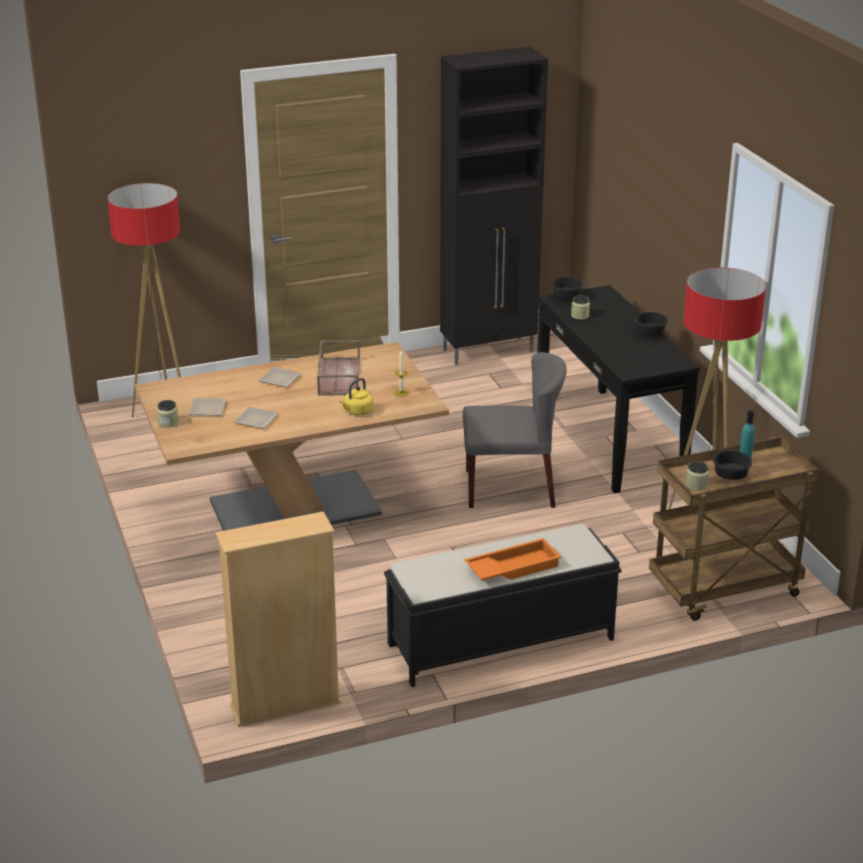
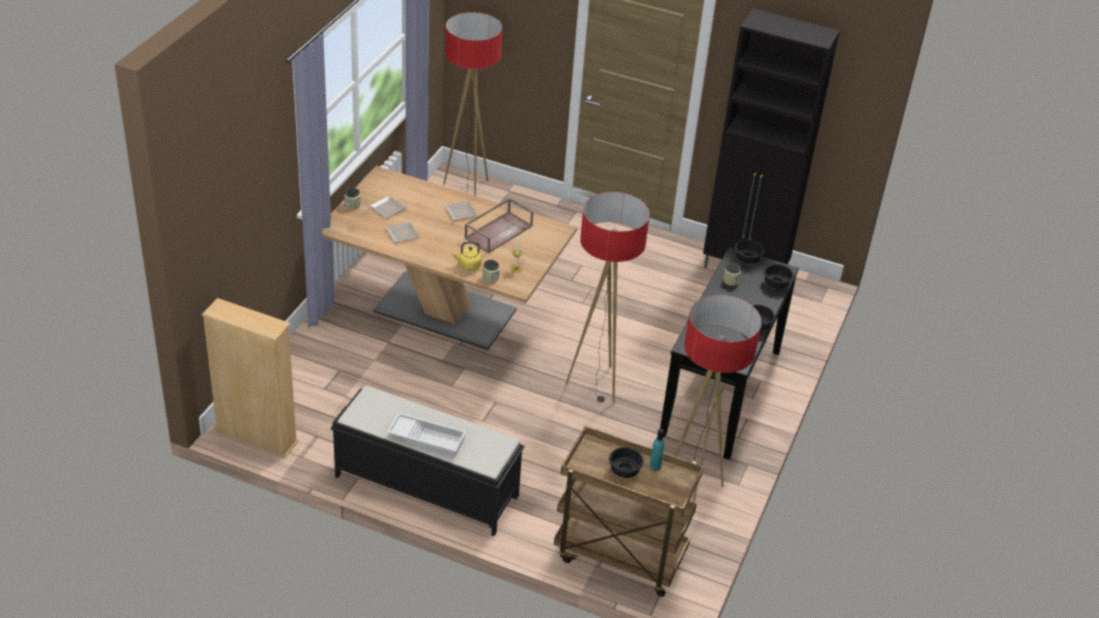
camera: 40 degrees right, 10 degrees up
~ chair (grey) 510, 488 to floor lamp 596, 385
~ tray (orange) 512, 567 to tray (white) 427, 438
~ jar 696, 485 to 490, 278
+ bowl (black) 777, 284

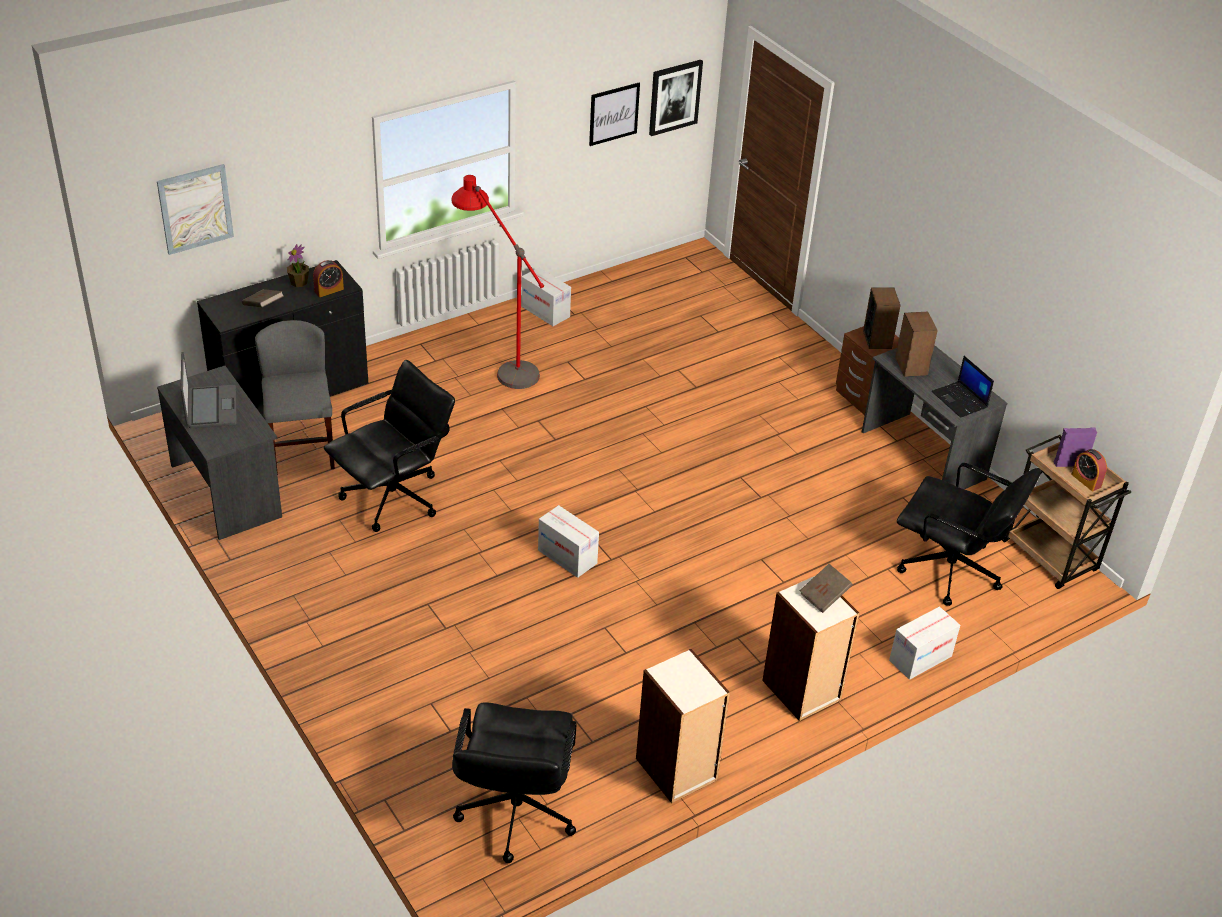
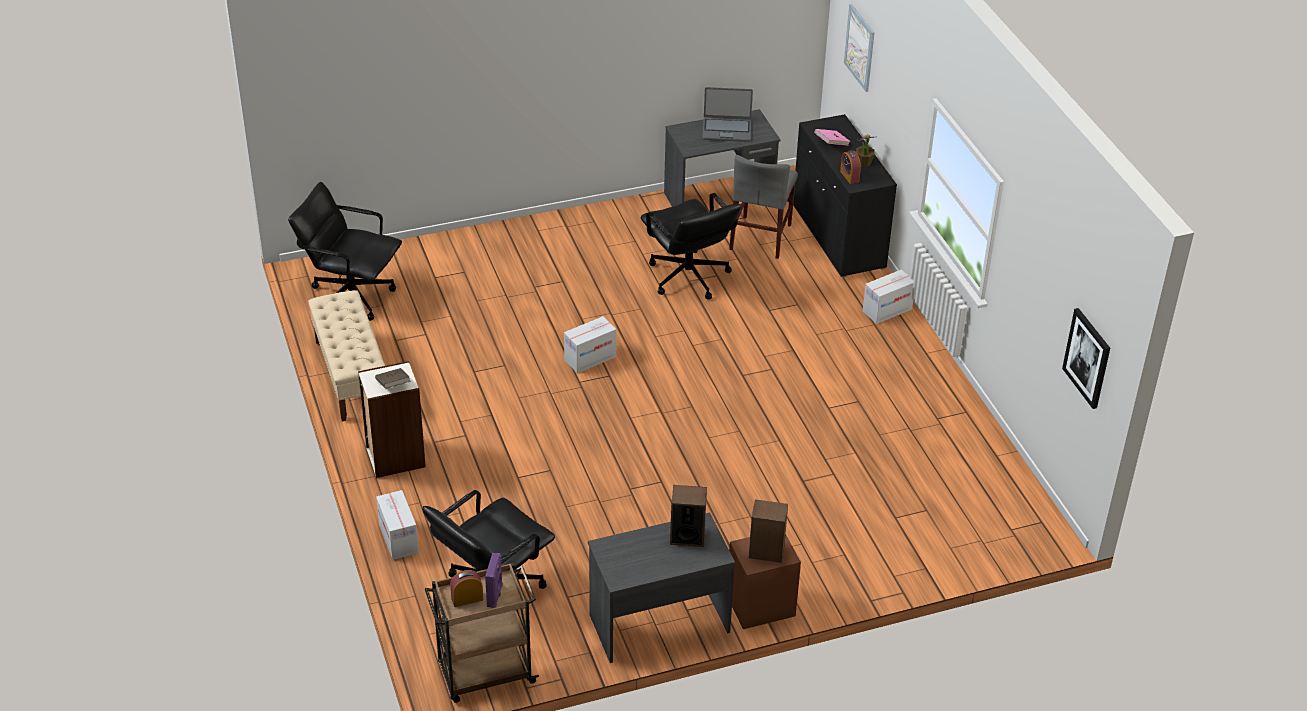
camera: 105 degrees right, 0 degrees up
~ book (brown) 263, 306 to book (pink) 831, 143
~ chair (grey) 301, 449 = 760, 237 105 degrees clockwise
- floor lamp (red) 499, 361
~ cardboard box 545, 311 to 887, 310
- picture 614, 114
~ bookcase 676, 770 to bench (beige) 351, 375
- laptop 960, 400

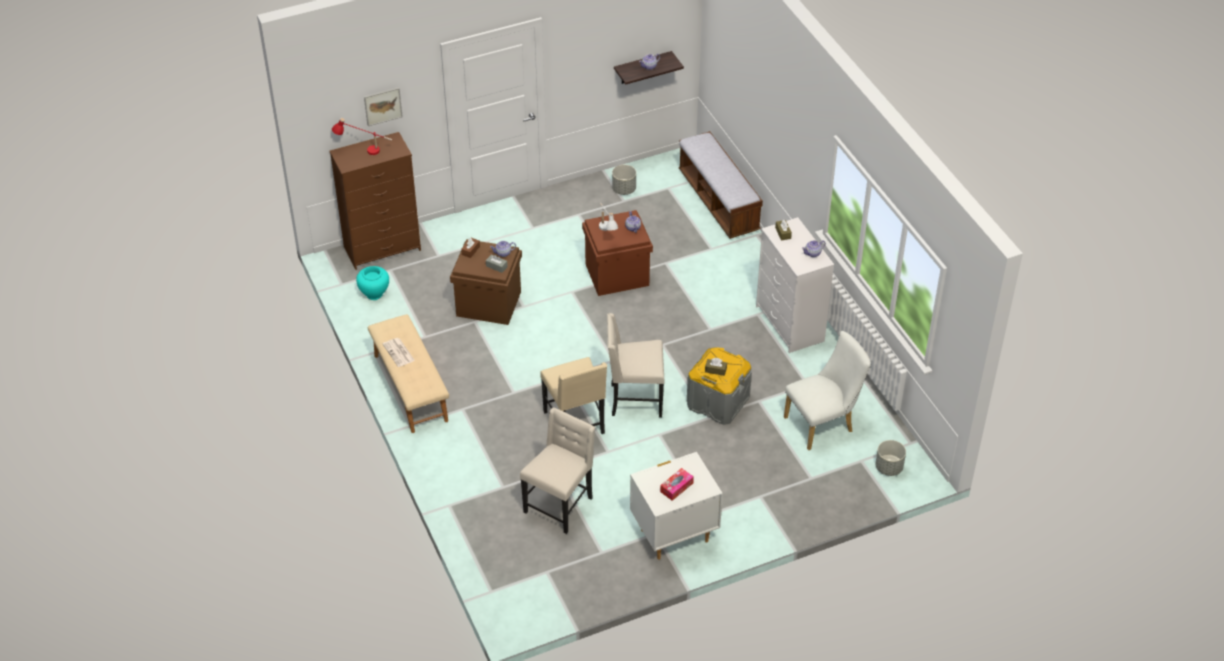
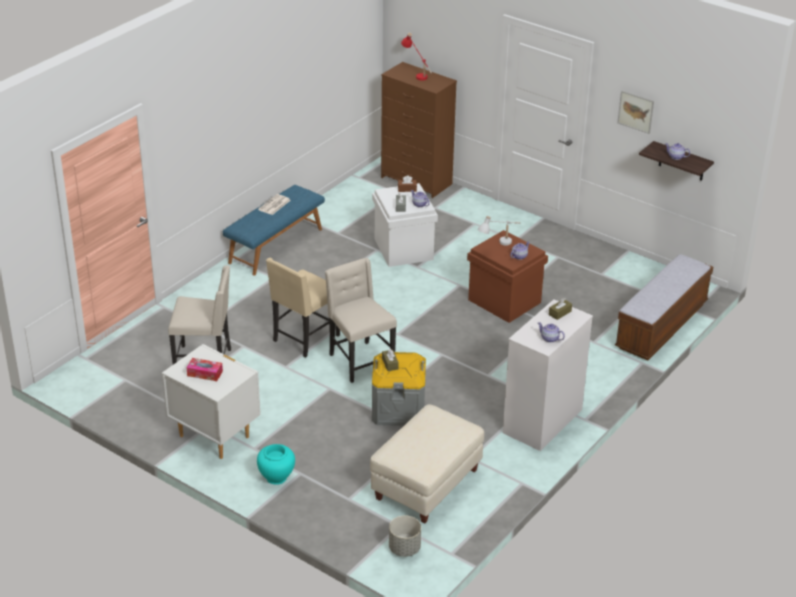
camera: 60 degrees right, 10 degrees down
~ vase (turquoise) 374, 294 to 276, 478
~ picture 383, 106 to 636, 111
~ bench (beige) 410, 388 to bench (blue) 275, 245
~ storage box (brown) 488, 304 to storage box (white) 403, 249
- planter (grey) 624, 189
~ chair (white) 823, 423 to ottoman (beige) 427, 485

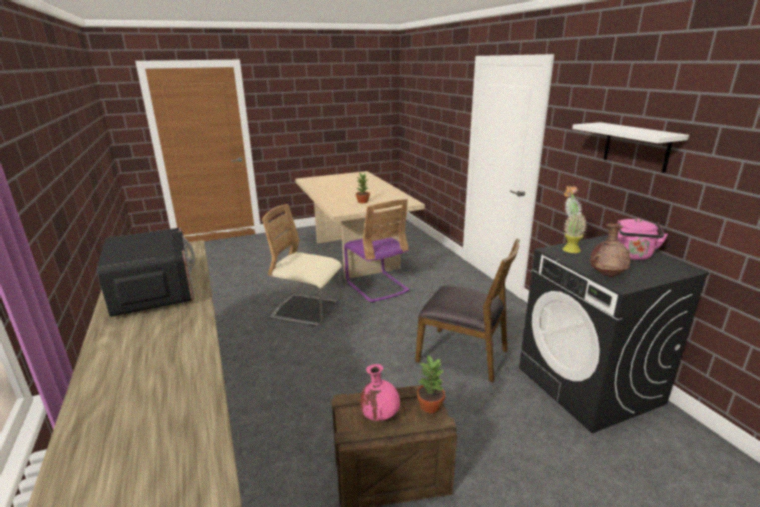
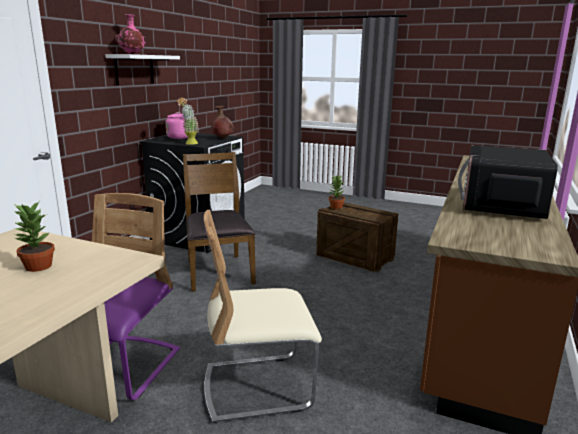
camera: 135 degrees left, 5 degrees down
~ chair (beige) 307, 310 = 258, 387 105 degrees clockwise
~ vase (pink) 380, 415 to 132, 54

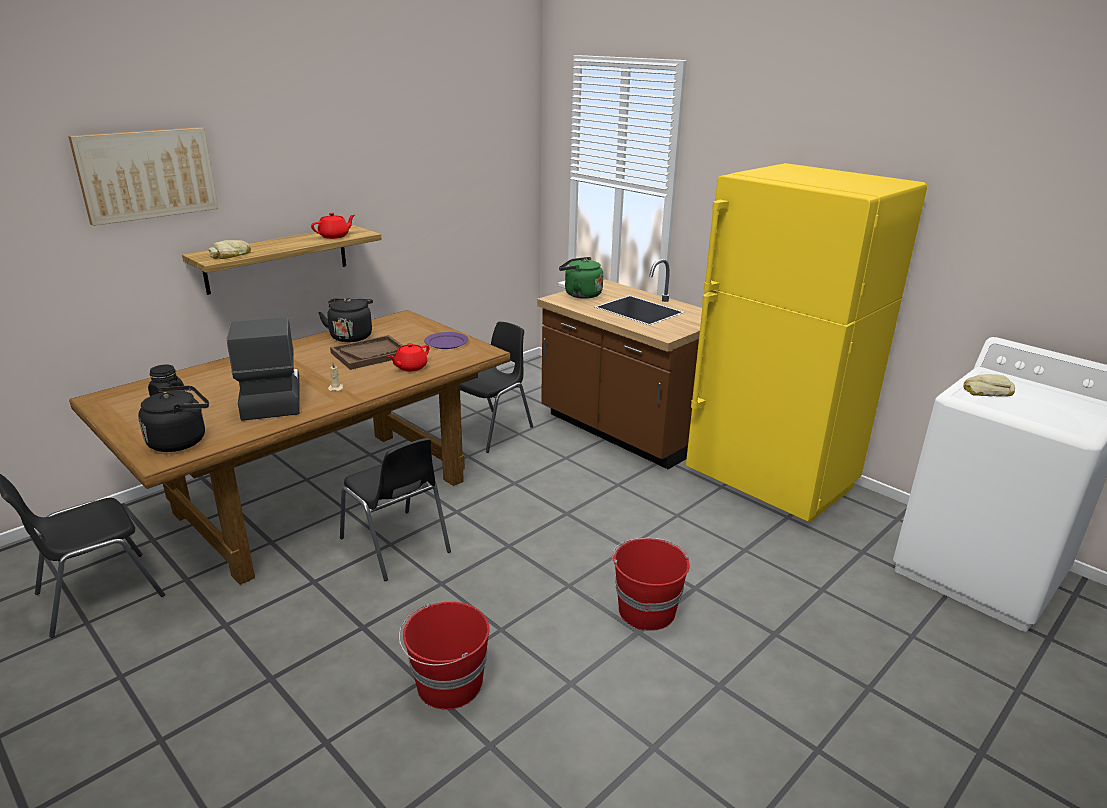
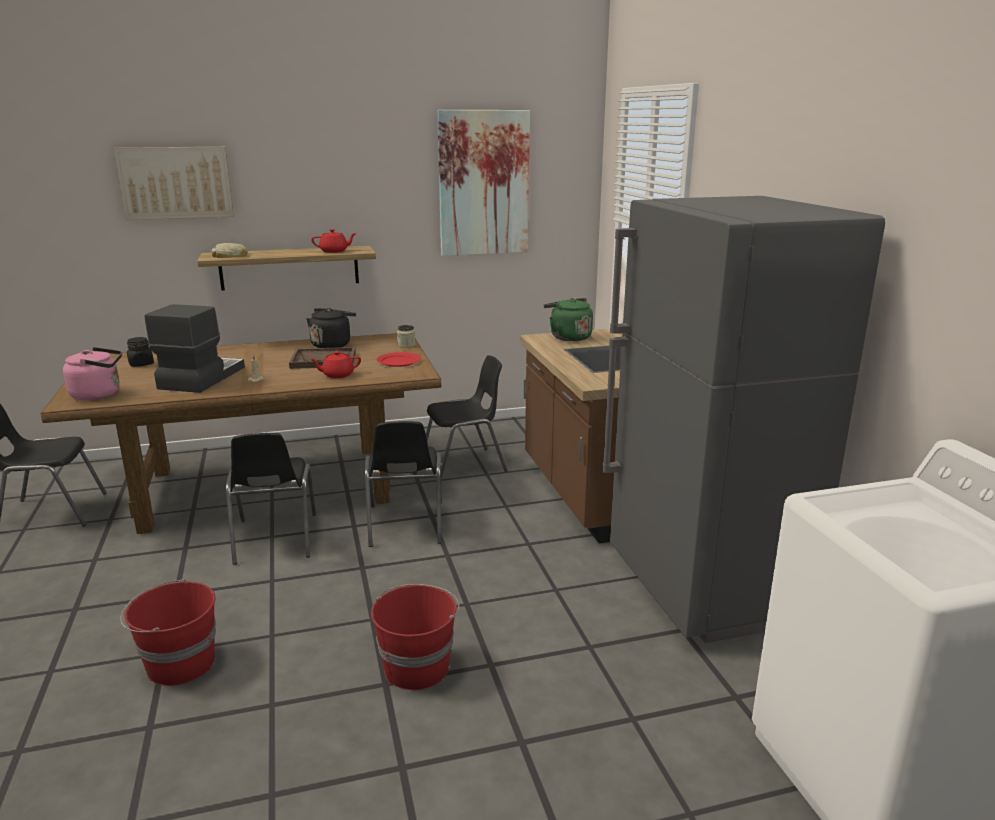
camera: 30 degrees right, 5 degrees down
~ kettle (black) 181, 441 to kettle (pink) 99, 394
~ plate (purple) 446, 342 to plate (red) 398, 361
~ fridge (yellow) 770, 483 to fridge (grey) 702, 589
- bread 986, 391
+ chair (black) 405, 525
+ jar 406, 345
+ picture 484, 183

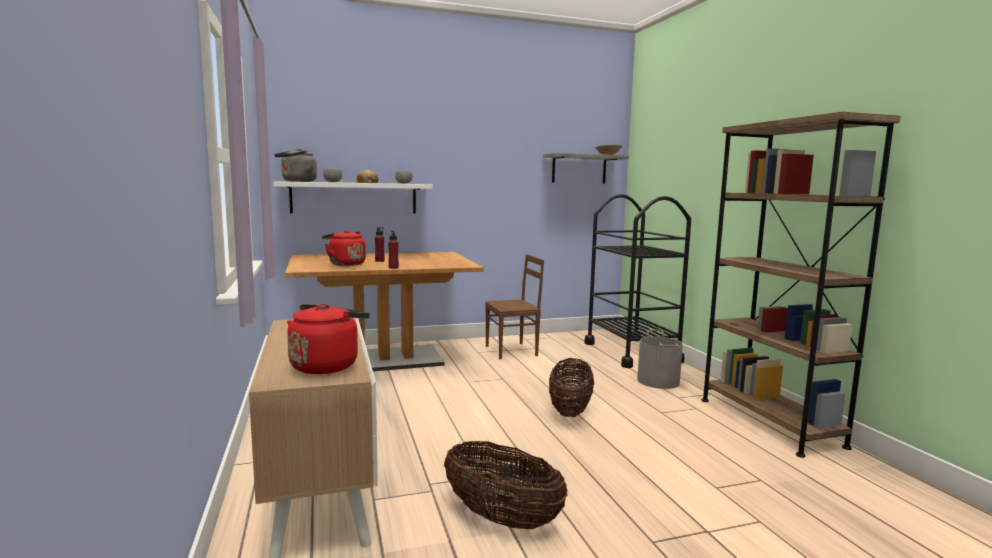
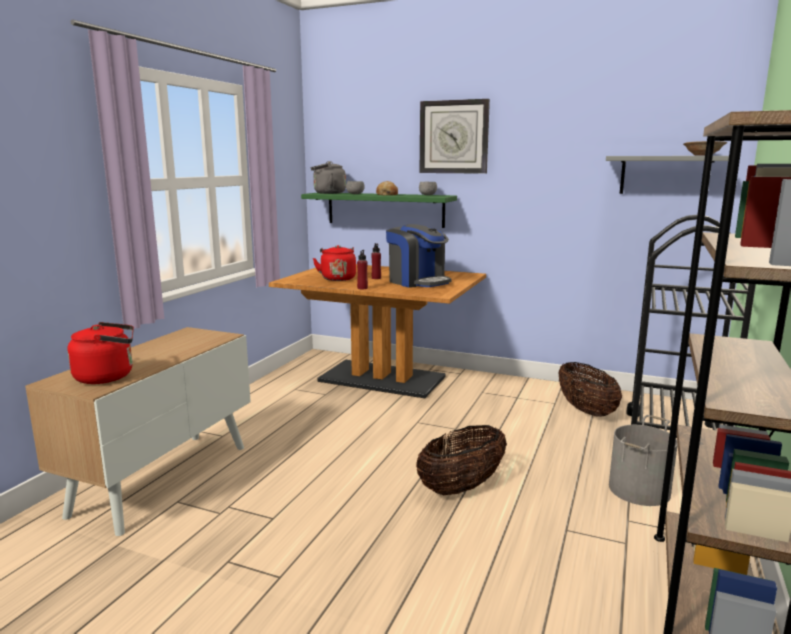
camera: 40 degrees right, 5 degrees up
~ shelf (white) 354, 198 to shelf (green) 385, 209
~ basket 502, 518 to 586, 410
- chair (brown) 512, 351
+ coffee machine 418, 282
+ wall clock 454, 137

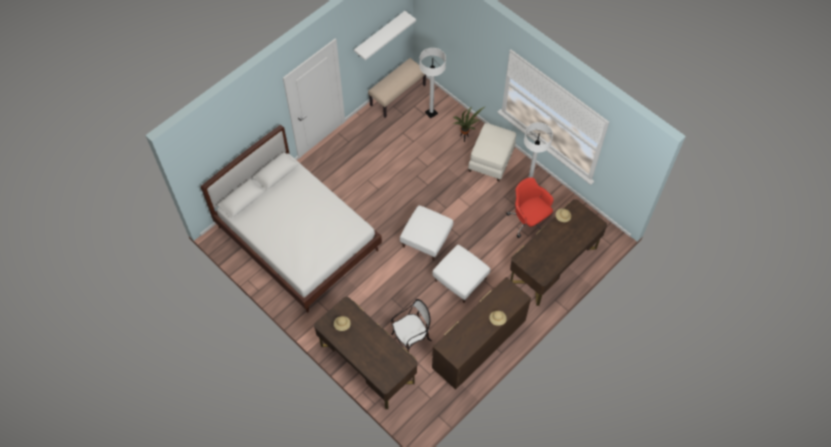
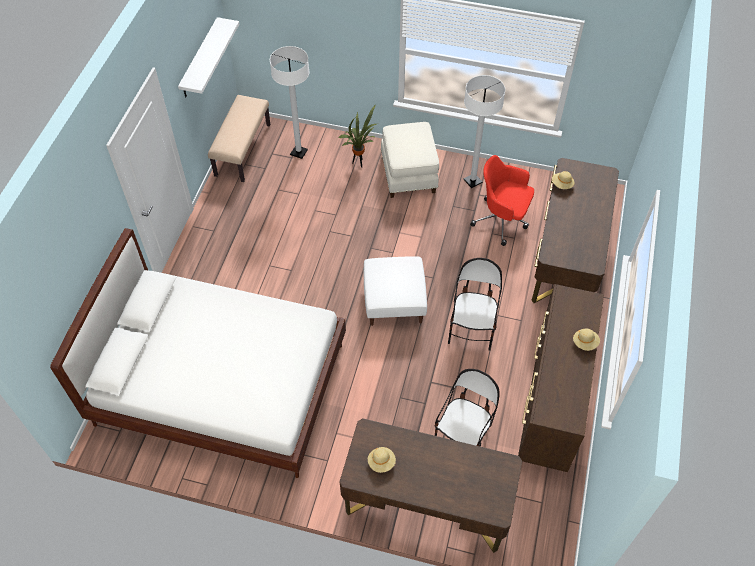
camera: 30 degrees left, 5 degrees down
~ ottoman (white) 461, 279 to chair 472, 329

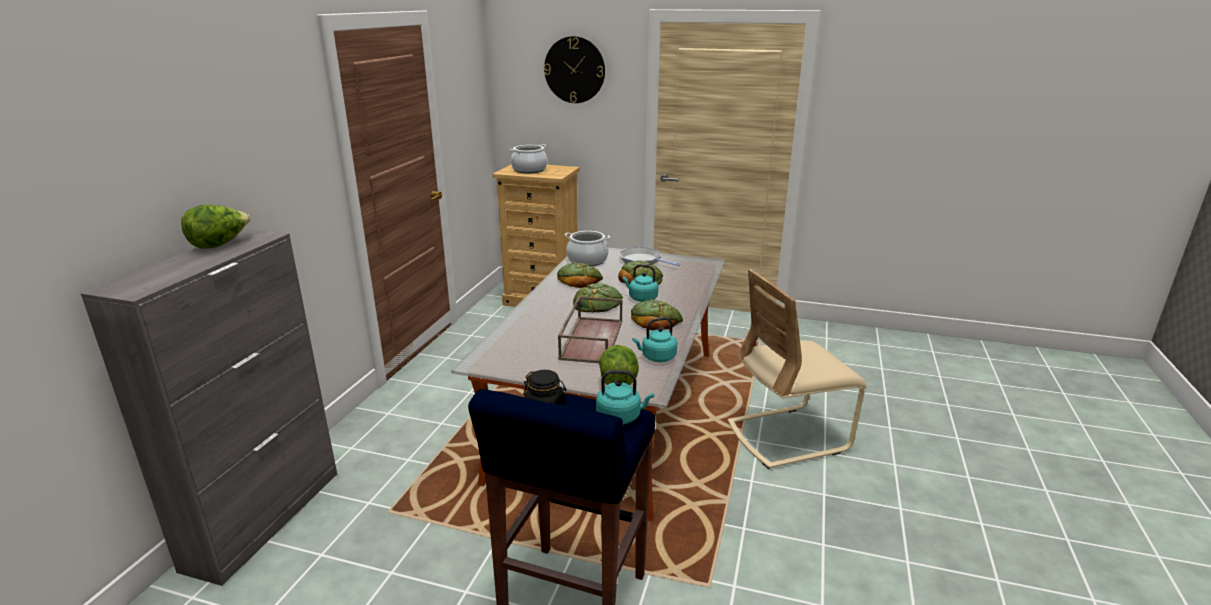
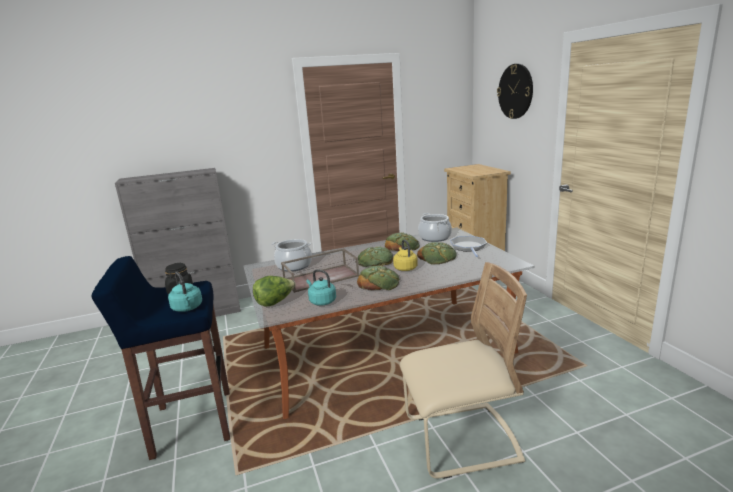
camera: 55 degrees right, 5 degrees down
- lettuce 220, 244
~ cooking pot 529, 170 to 294, 266
~ kettle (turquoise) 641, 298 to kettle (yellow) 405, 268
~ chair (beige) 787, 436 = 461, 440 135 degrees clockwise

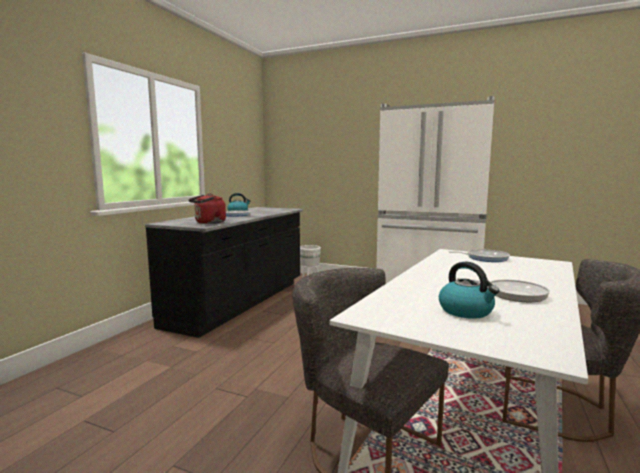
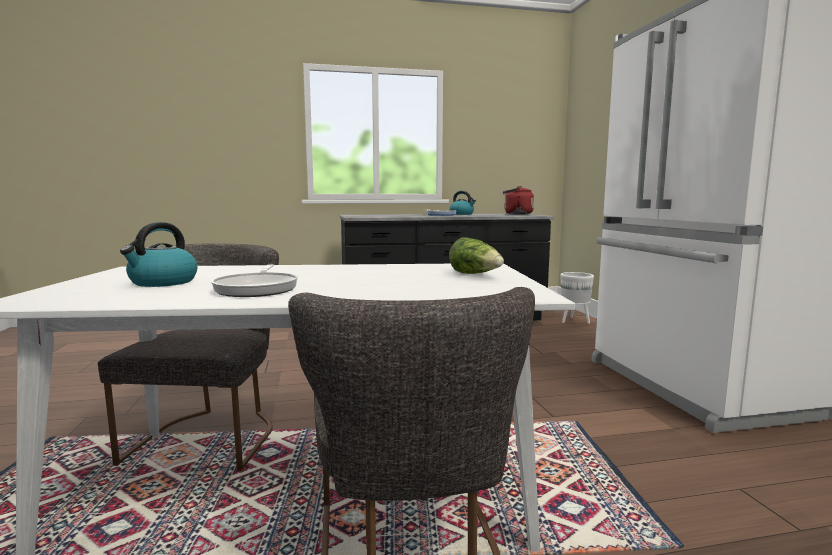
camera: 55 degrees right, 0 degrees up
~ kettle (red) 208, 223 to 516, 214
~ frying pan 484, 258 to lettuce 476, 275

